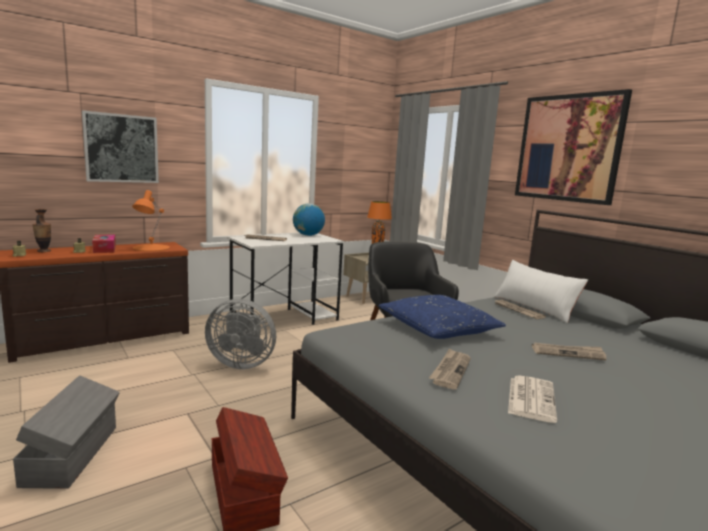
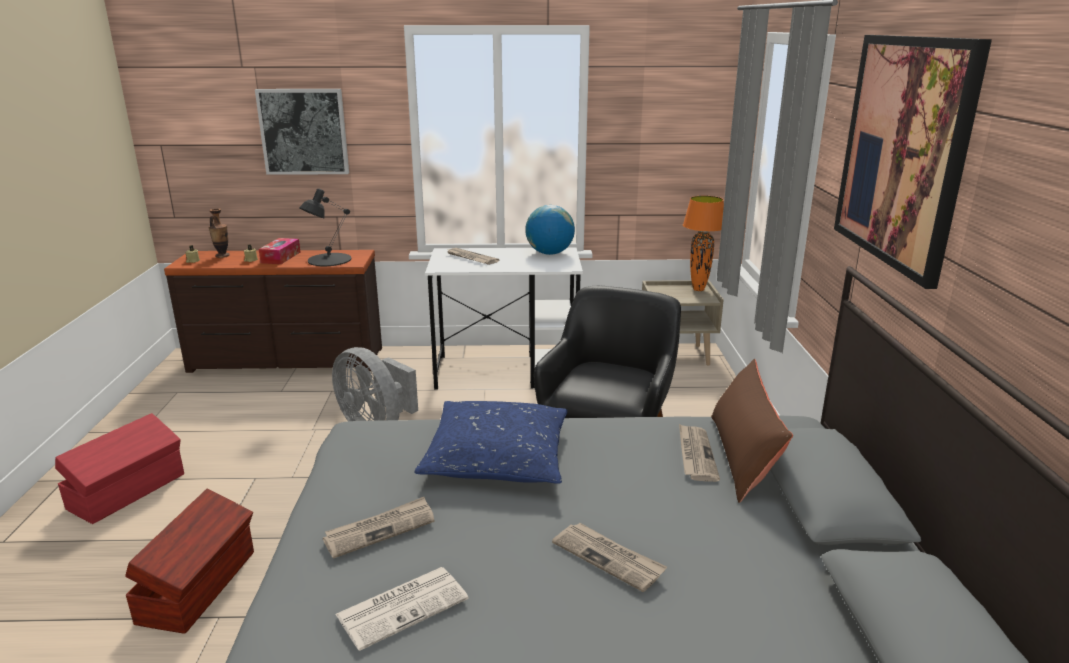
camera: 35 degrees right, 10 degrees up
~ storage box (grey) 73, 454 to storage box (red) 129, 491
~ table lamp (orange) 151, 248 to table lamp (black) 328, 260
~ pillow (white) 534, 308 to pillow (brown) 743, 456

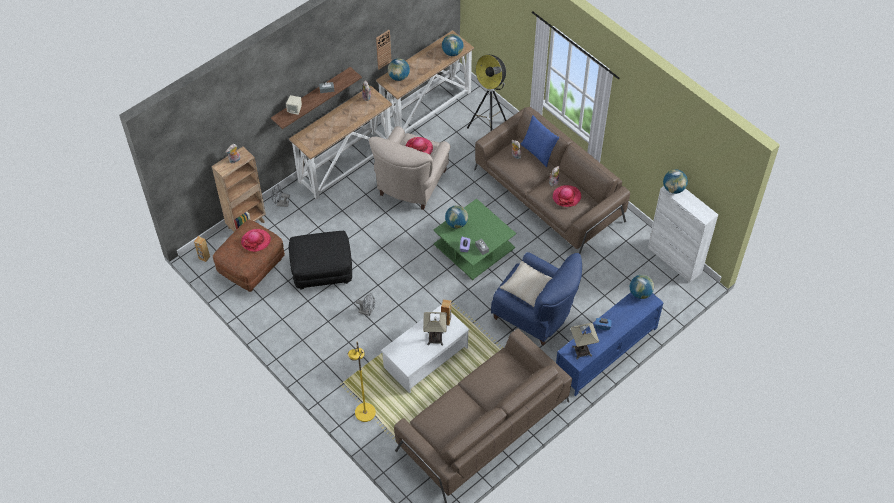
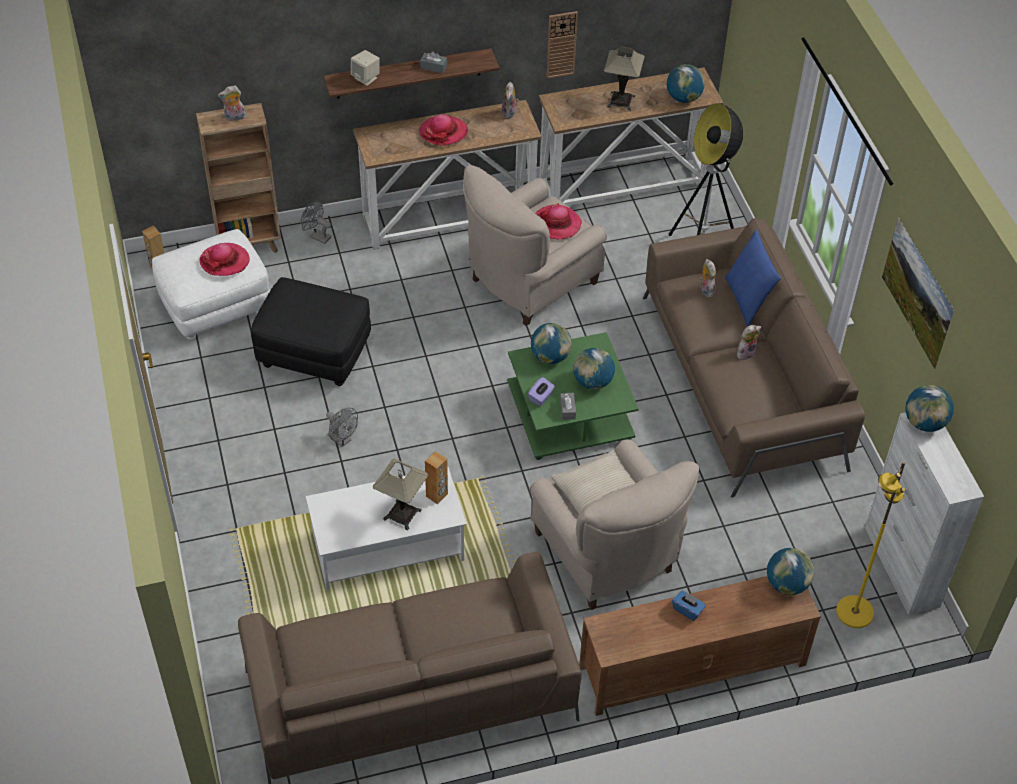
camera: 25 degrees right, 5 degrees down
~ ottoman (brown) 251, 266 to ottoman (white) 216, 306
~ floor lamp (yellow) 364, 412 to 853, 612
~ globe 399, 77 to 592, 382
~ armchair (blue) 535, 315 to armchair (beige) 607, 556
~ hat 566, 197 to 443, 132
~ tv stand (blue) 605, 352 to tv stand (brown) 691, 666
~ table lamp 581, 351 to 620, 101
+ picture 912, 307

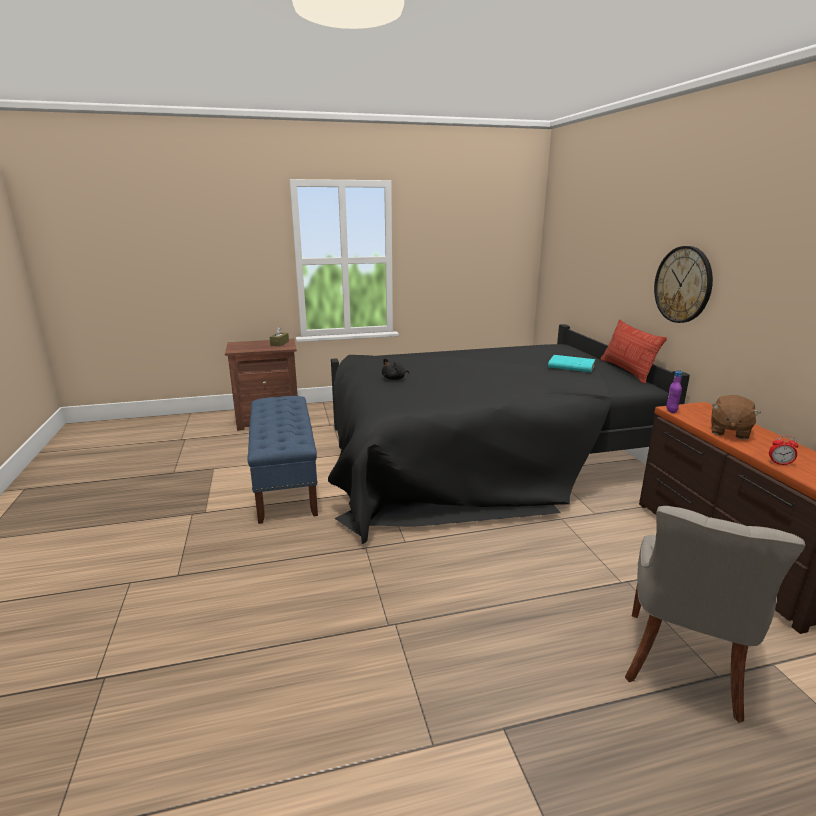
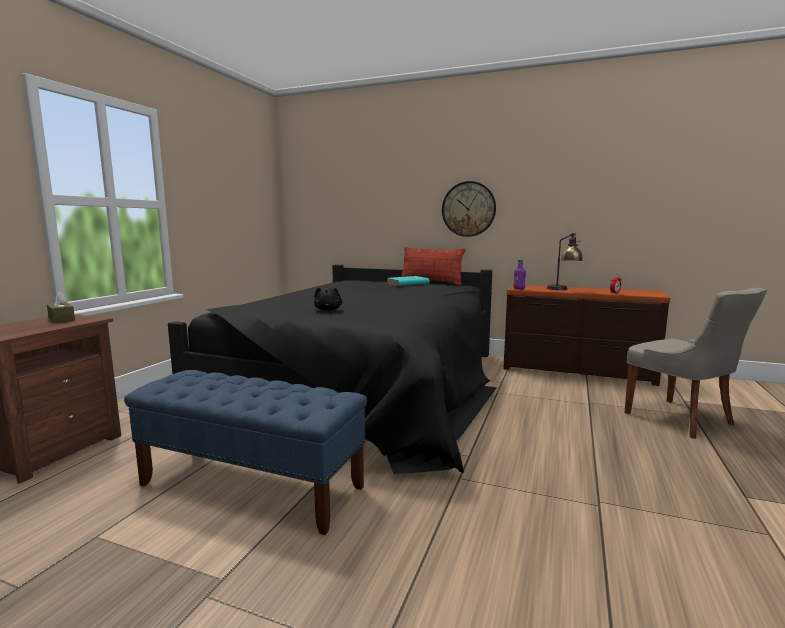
camera: 55 degrees left, 10 degrees down
~ plush toy (brown) 729, 431 to table lamp 563, 289

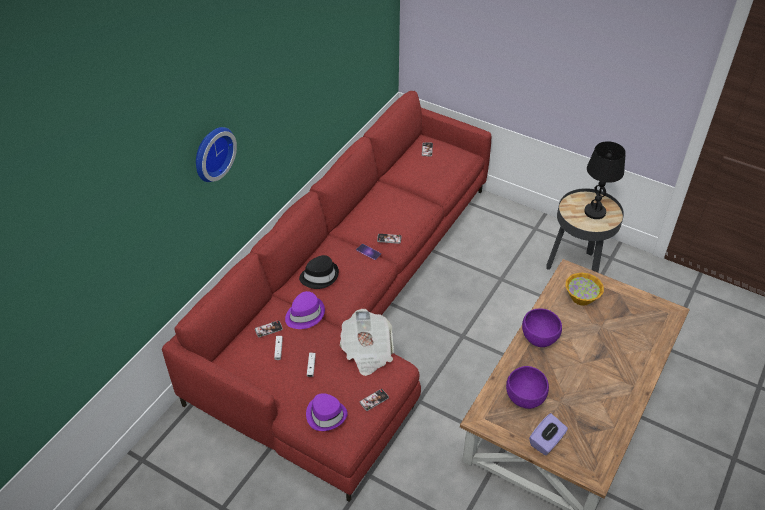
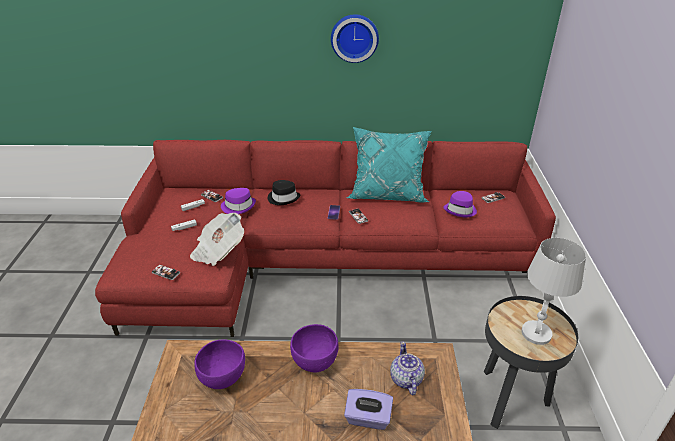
camera: 60 degrees right, 10 degrees down
~ wall clock 211, 153 to 354, 37
~ hat (purple) 326, 415 to 460, 210
~ tissue box (purple) 546, 441 to 368, 418
~ bowl 581, 297 to teapot 406, 379
~ table lamp (black) 594, 212 to table lamp (white) 536, 333
+ pillow (turquoise) 388, 192

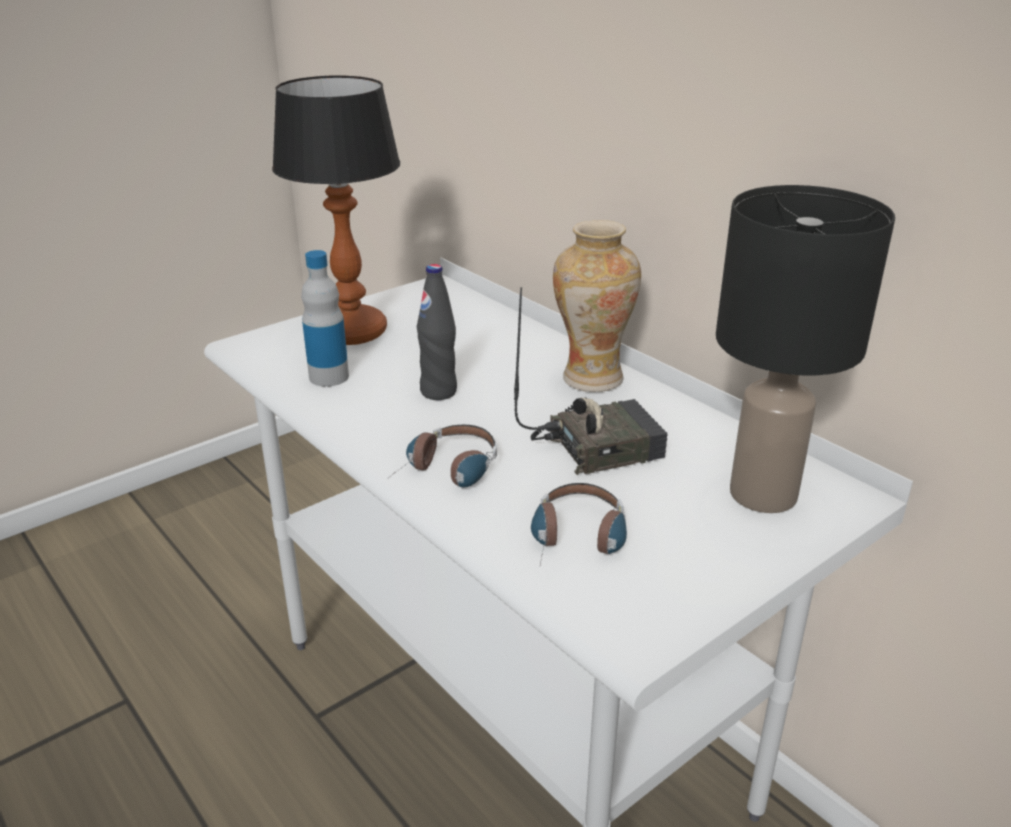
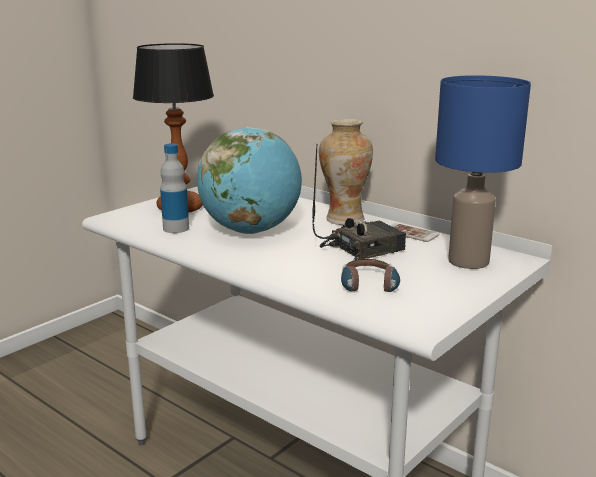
camera: 10 degrees left, 10 degrees down
- headphones 447, 473
~ bottle (black) 438, 392 to globe 251, 231
~ table lamp (black) 765, 494 to table lamp (blue) 470, 261
+ phone 410, 233

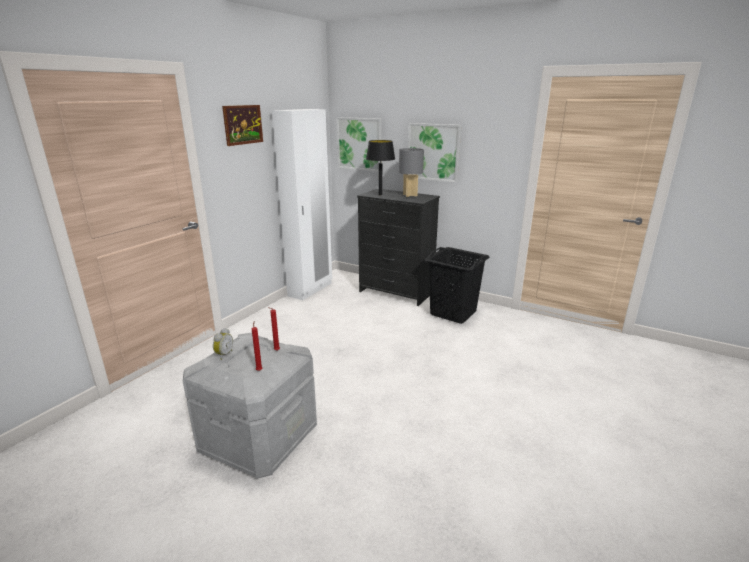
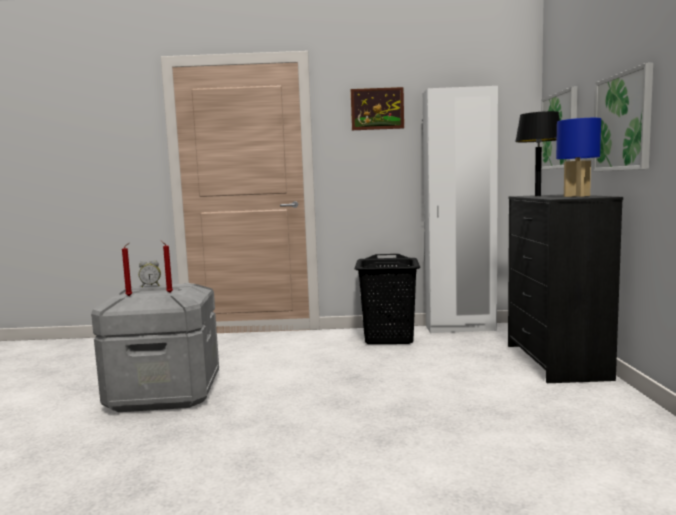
camera: 60 degrees right, 15 degrees down
~ table lamp (grey) 410, 195 to table lamp (blue) 576, 196
~ laundry basket (black) 453, 313 to 389, 338

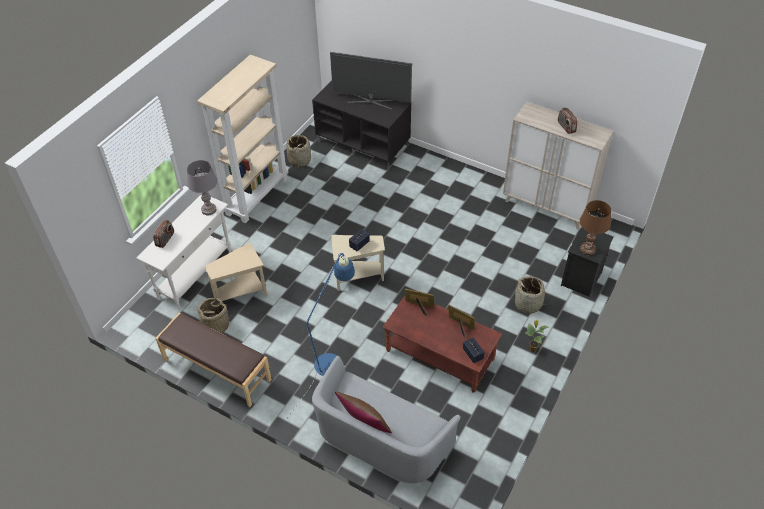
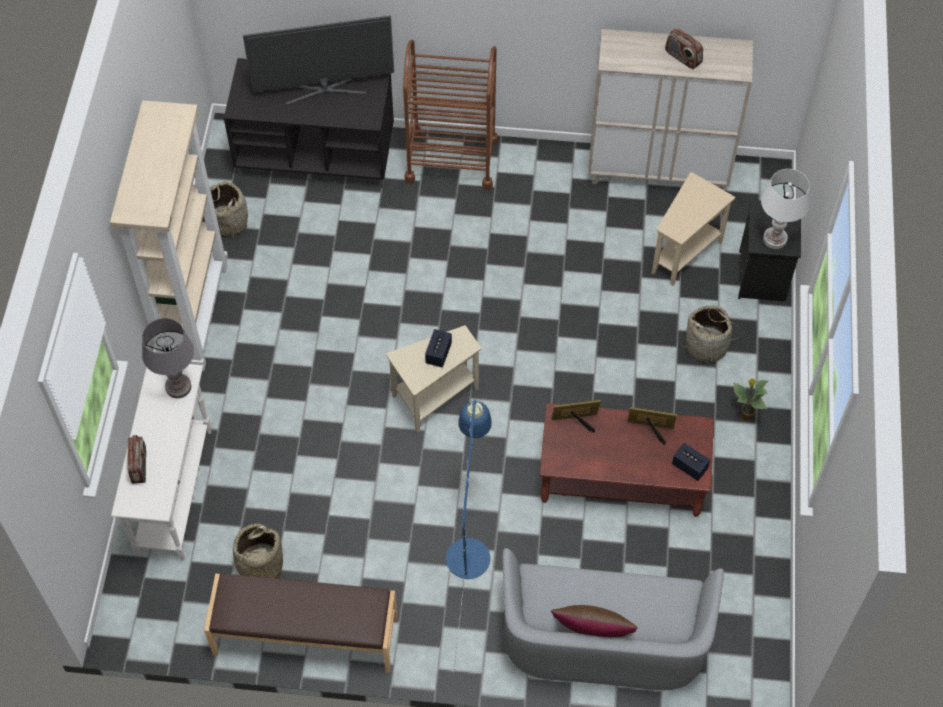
camera: 25 degrees left, 10 degrees up
~ side table (beige) 242, 293 to 685, 252
~ table lamp (brown) 587, 249 to table lamp (white) 775, 239
+ cart (brown) 451, 159

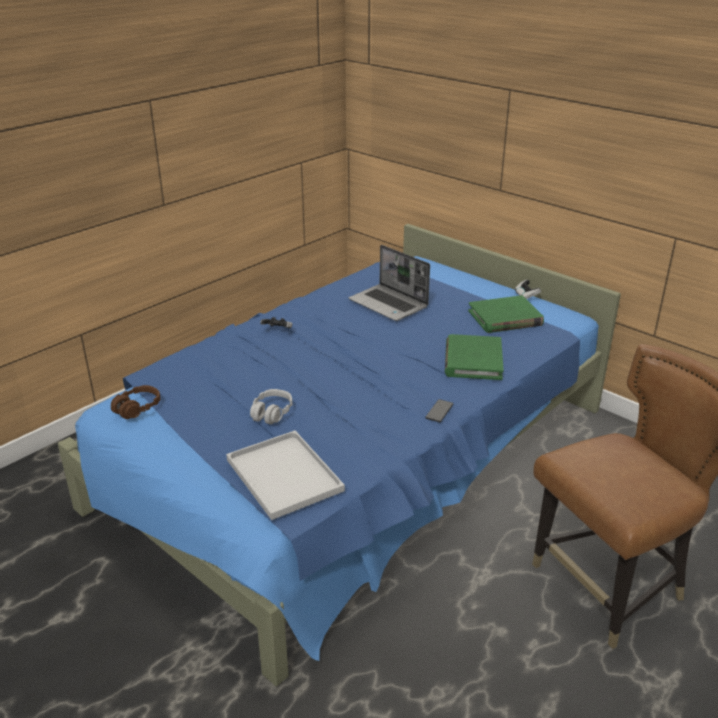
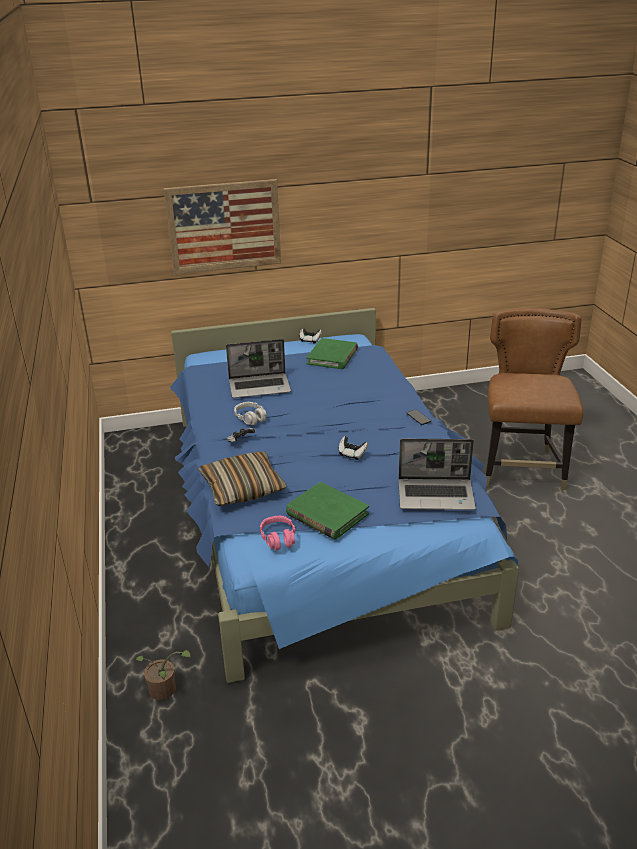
camera: 55 degrees left, 0 degrees up
~ headphones (brown) 137, 408 to headphones (pink) 278, 538
~ tray (white) 286, 476 to laptop 436, 495
~ headphones (grey) 271, 413 to 250, 418
~ book (green) 473, 360 to 327, 514
+ potted plant 165, 691
+ picture 224, 226
+ pillow 242, 488
+ game controller 352, 454

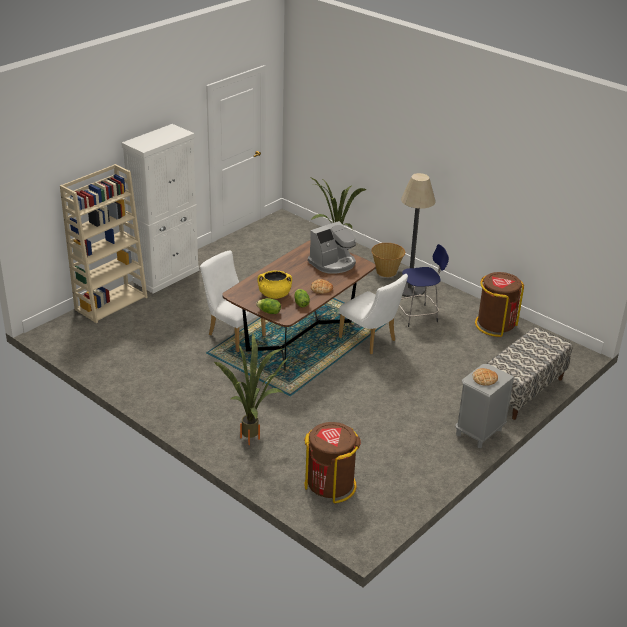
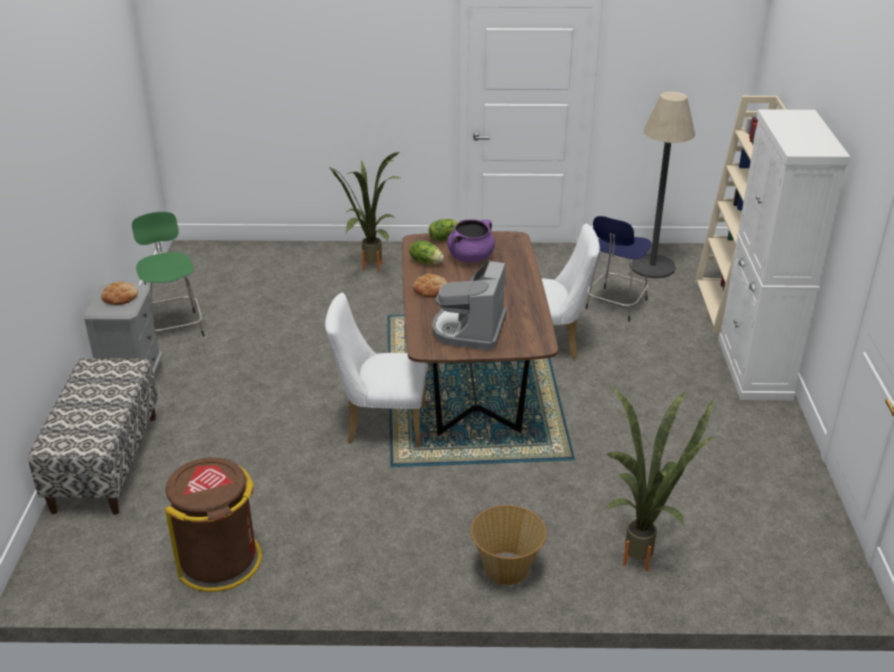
camera: 140 degrees right, 0 degrees up
~ cooking pot (yellow) 274, 295 to cooking pot (purple) 471, 257
- trash can (brown) 330, 485
~ stool (blue) 418, 315 to 615, 305
~ floor lamp 409, 288 to 652, 266
+ stool (green) 175, 327

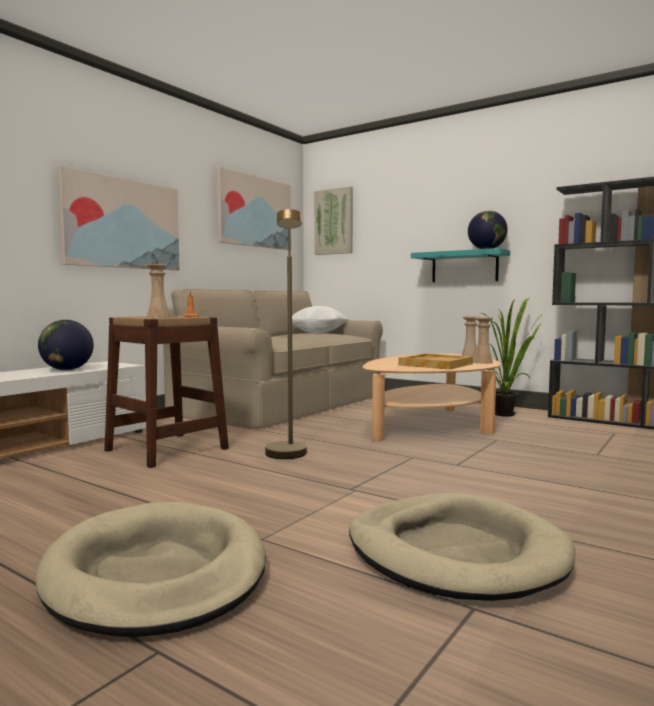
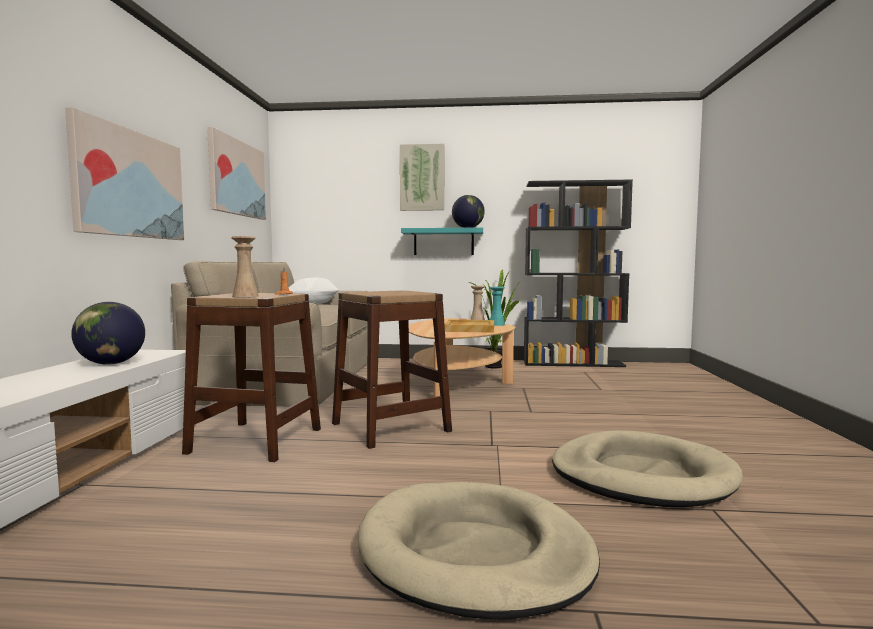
camera: 30 degrees left, 0 degrees up
~ floor lamp (brown) 287, 456 to stool (brown) 390, 427
~ picture 334, 221 to 422, 177
~ vase (beige) 482, 362 to vase (turquoise) 496, 324

